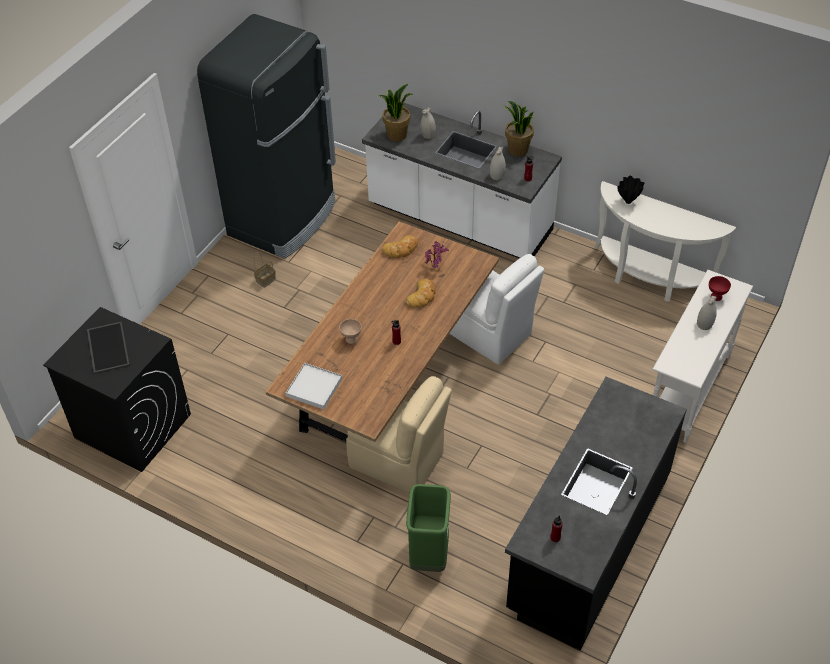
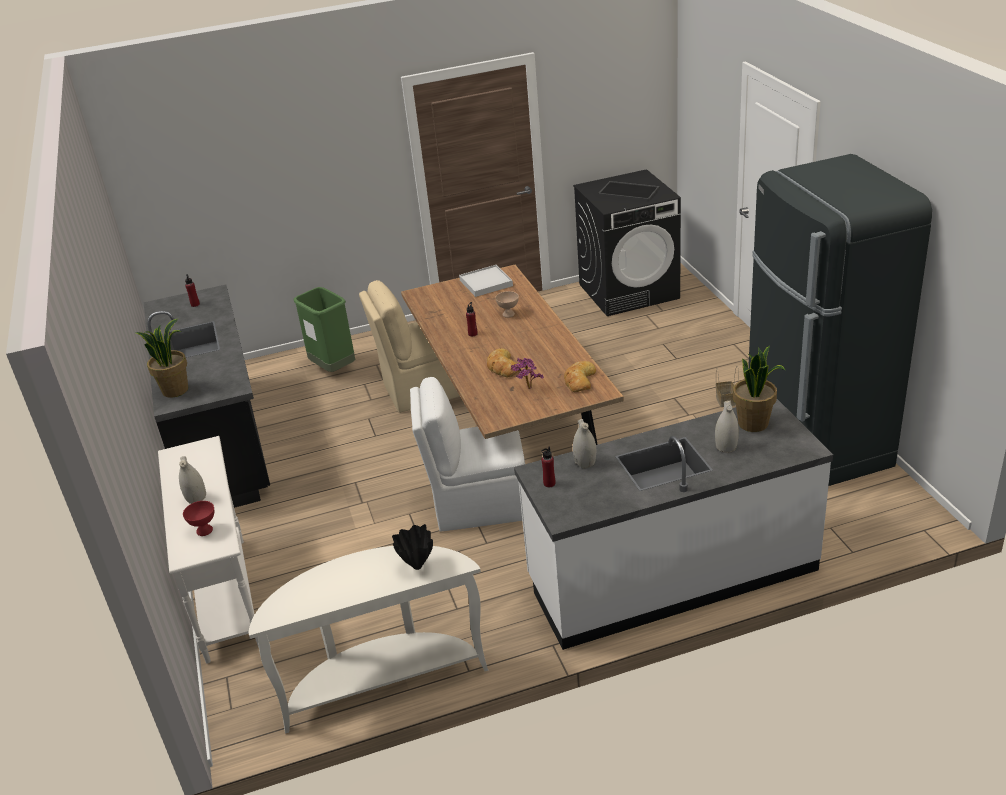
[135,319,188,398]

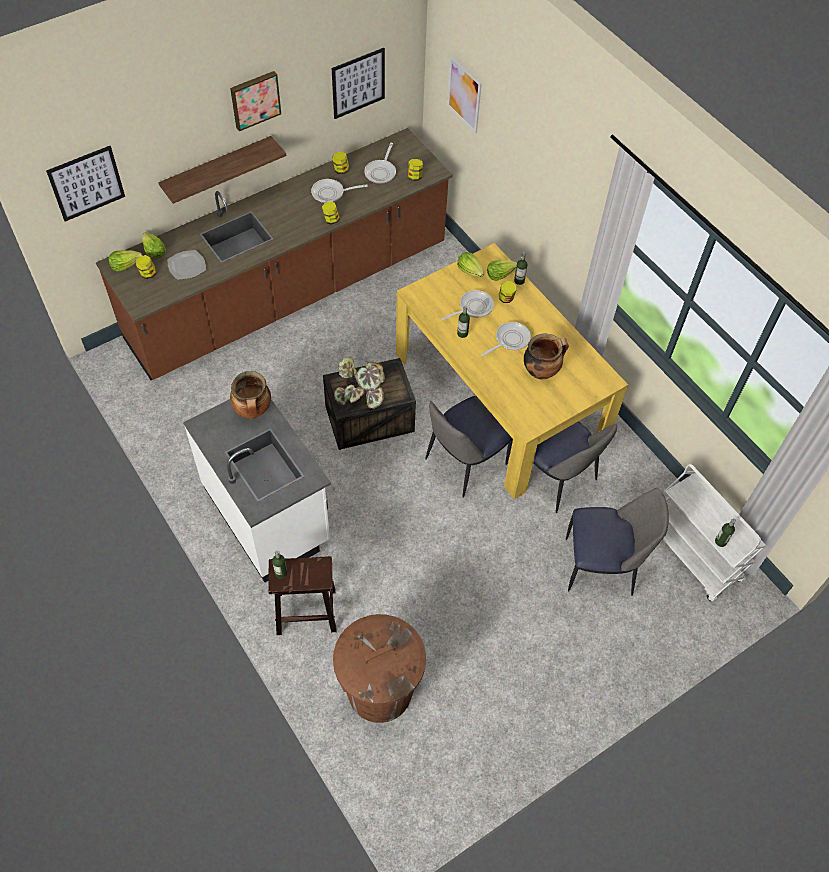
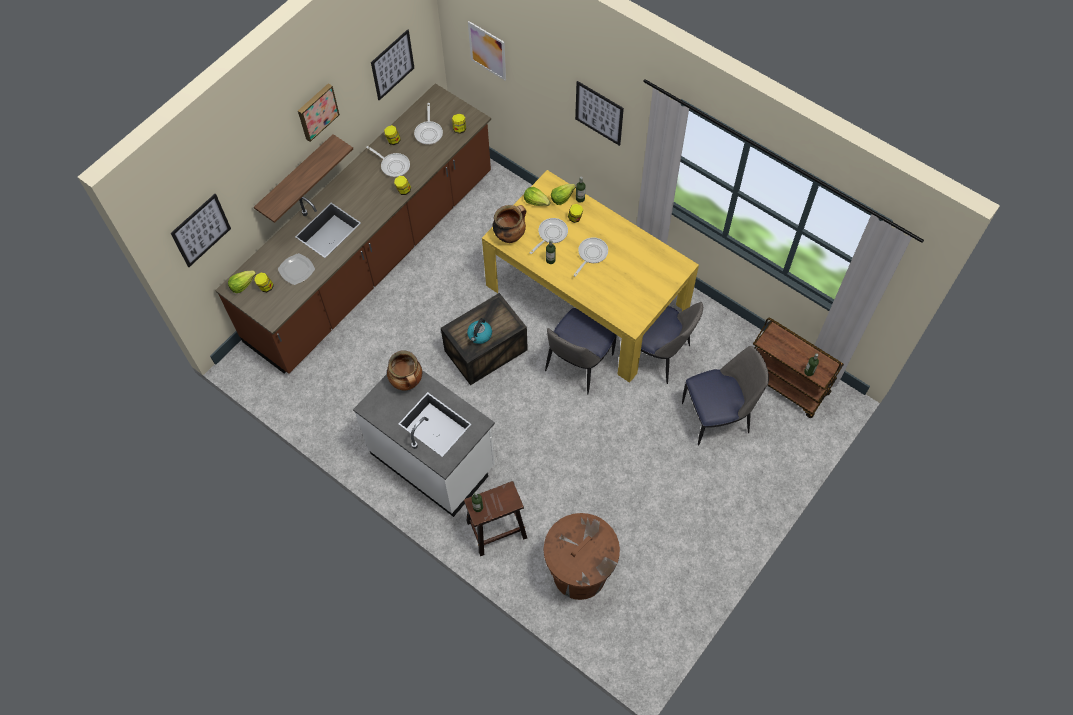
[366,146,410,177]
[142,232,166,258] (first image)
[493,205,526,243]
[467,318,492,344]
[753,318,844,418]
[575,81,624,146]

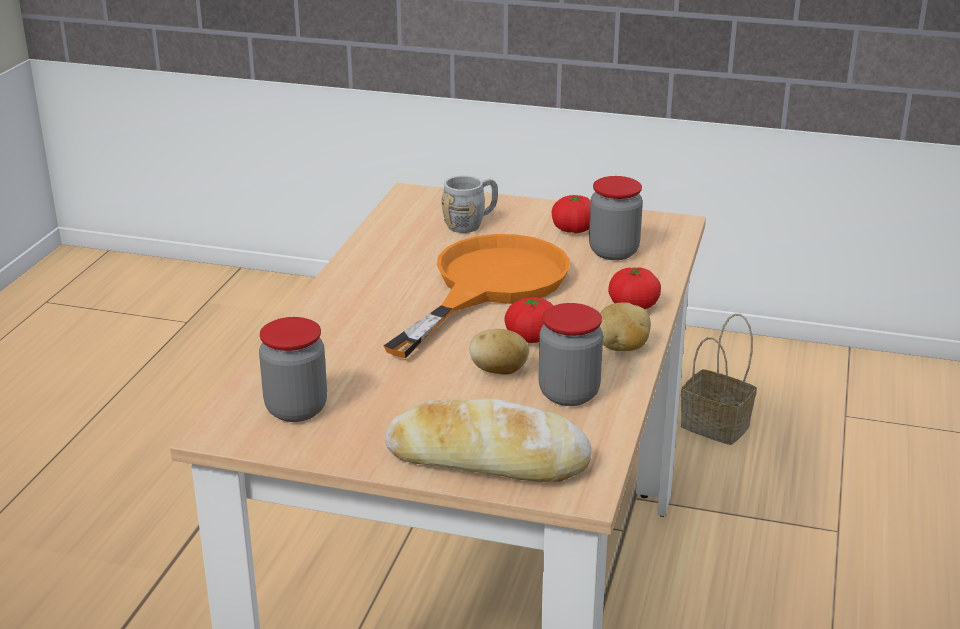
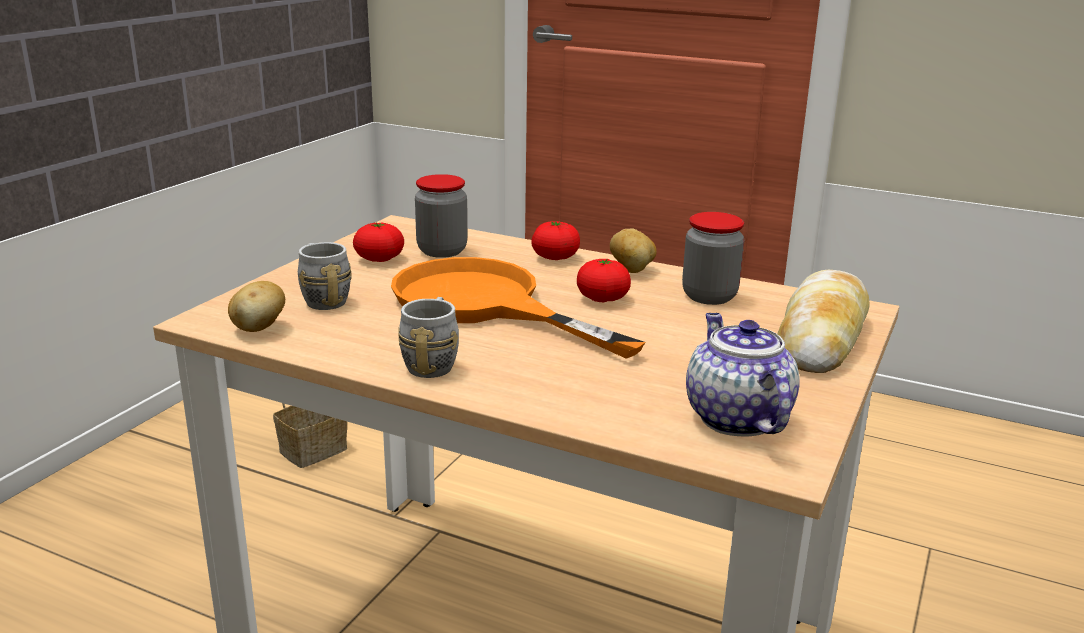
[686,313,800,436]
[228,281,285,332]
[398,297,459,378]

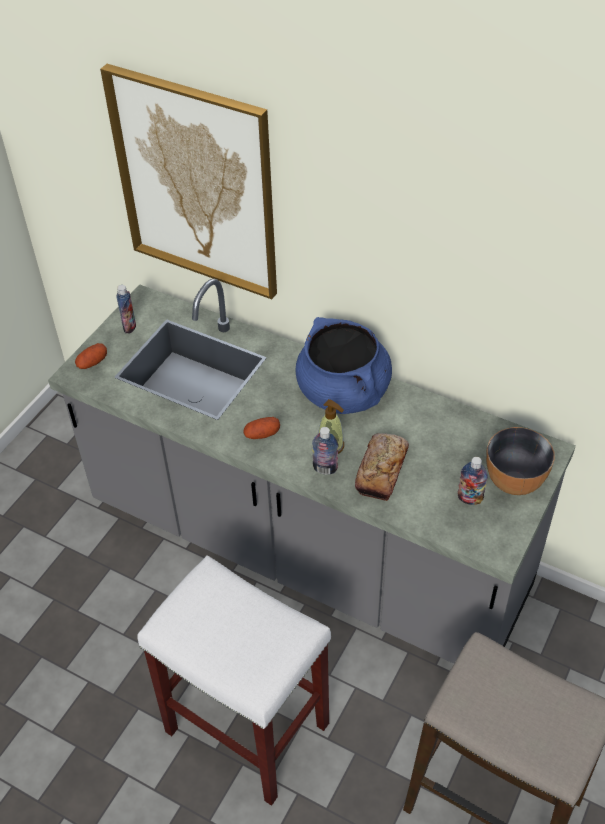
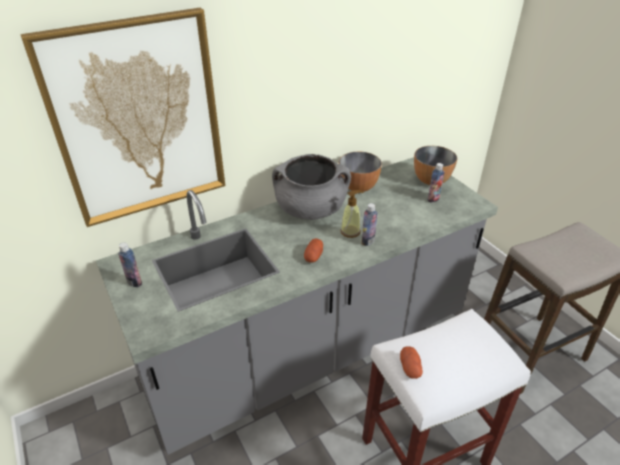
[272,154,351,220]
[400,346,423,379]
[355,433,409,501] (first image)
[339,152,382,192]

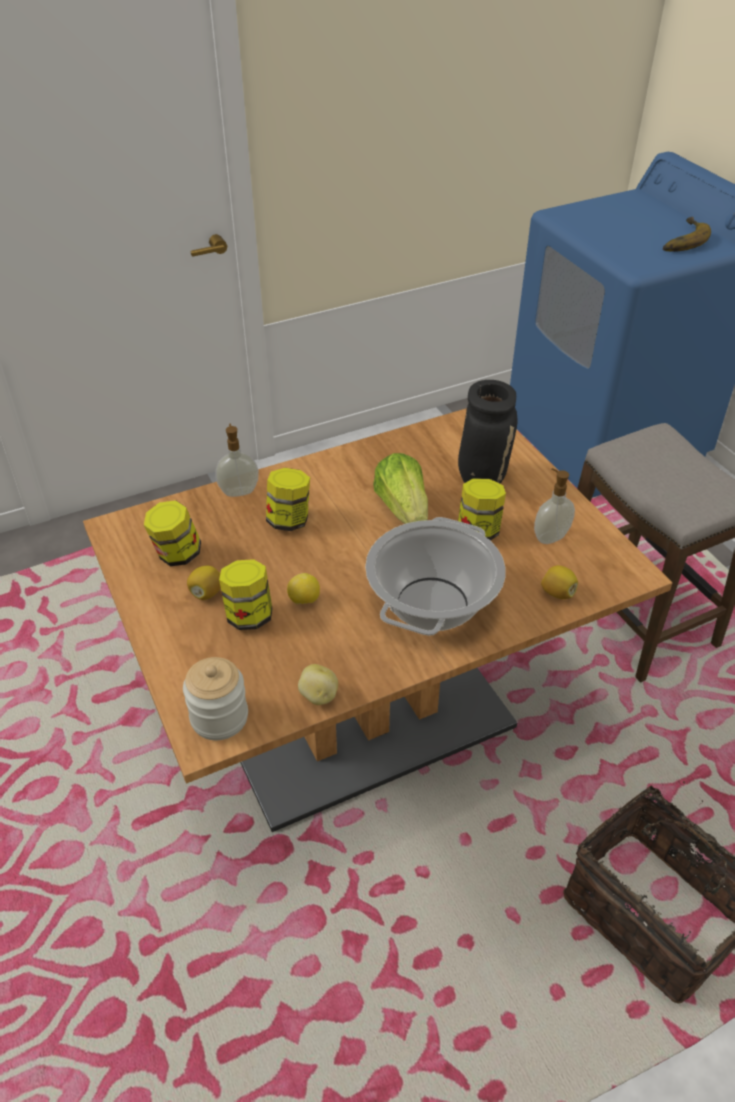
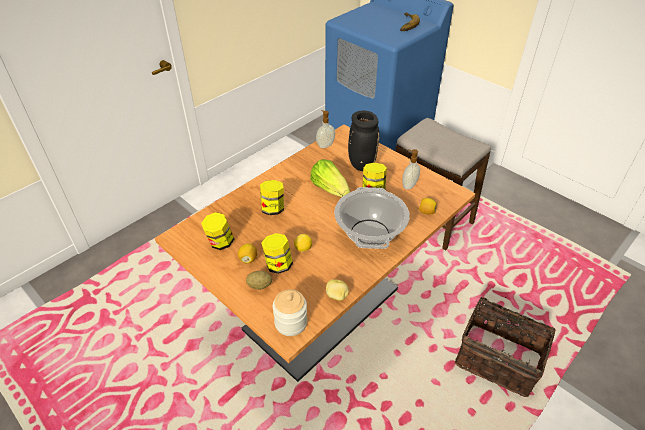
[316,110,335,148]
[246,271,272,290]

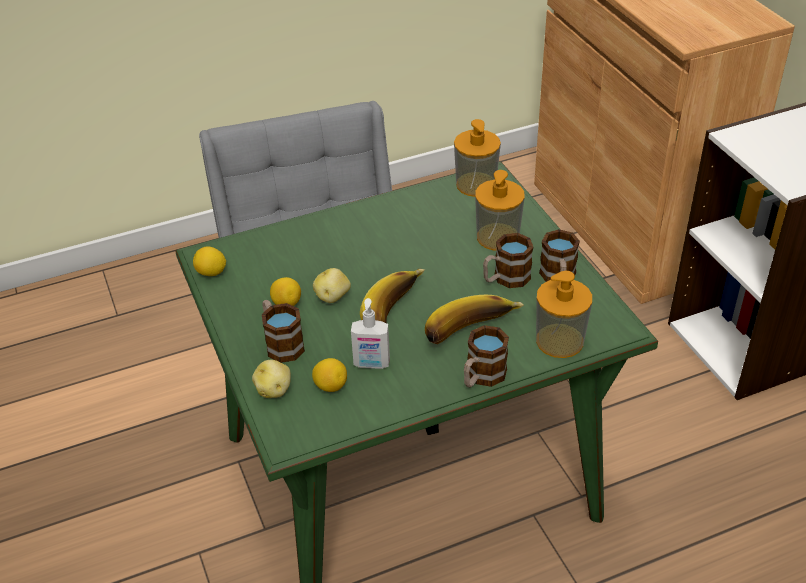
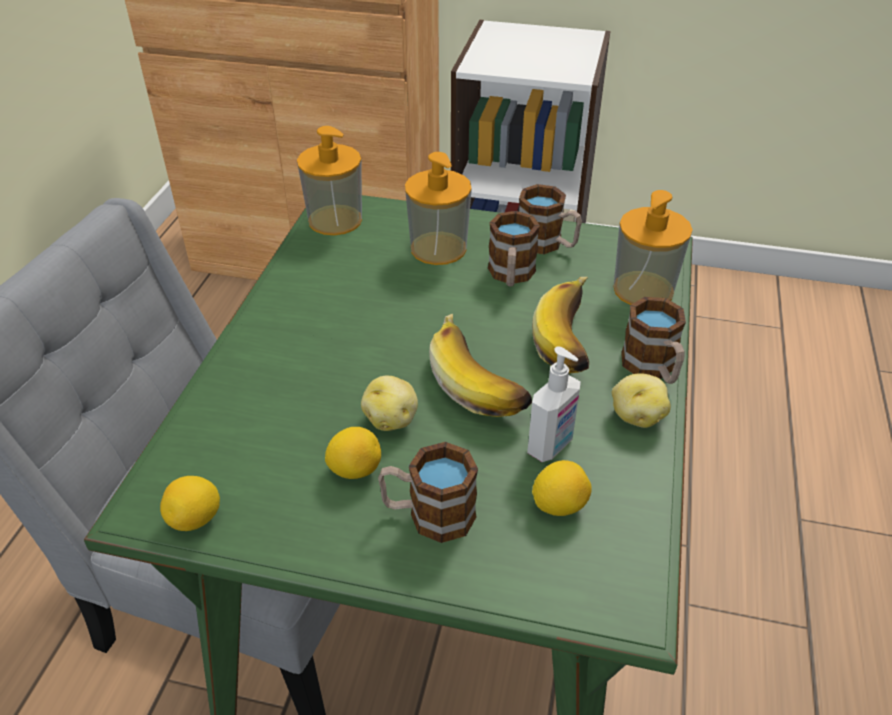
[612,373,671,428]

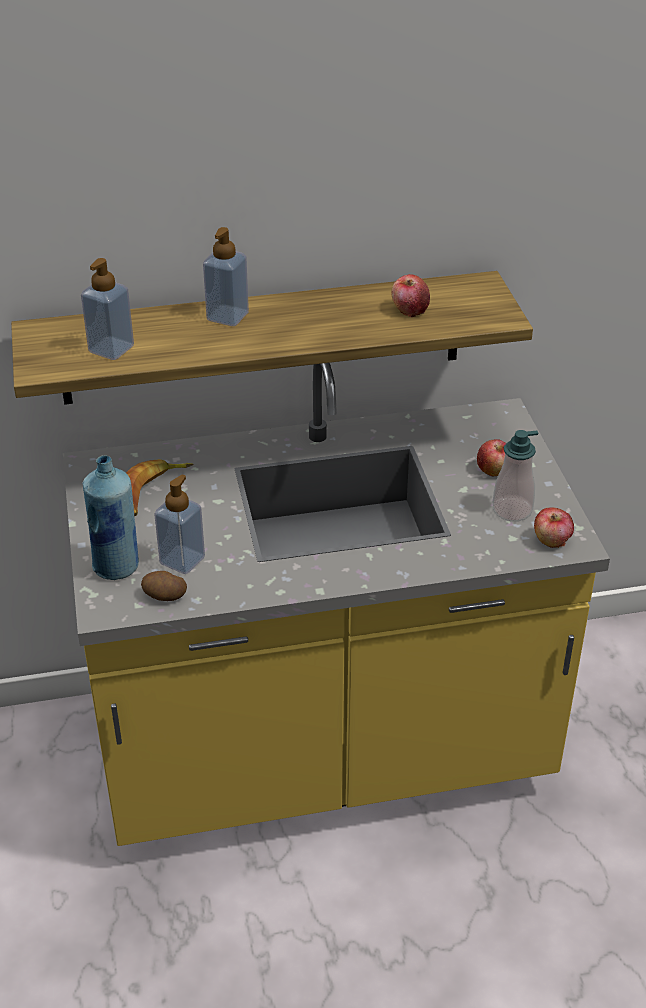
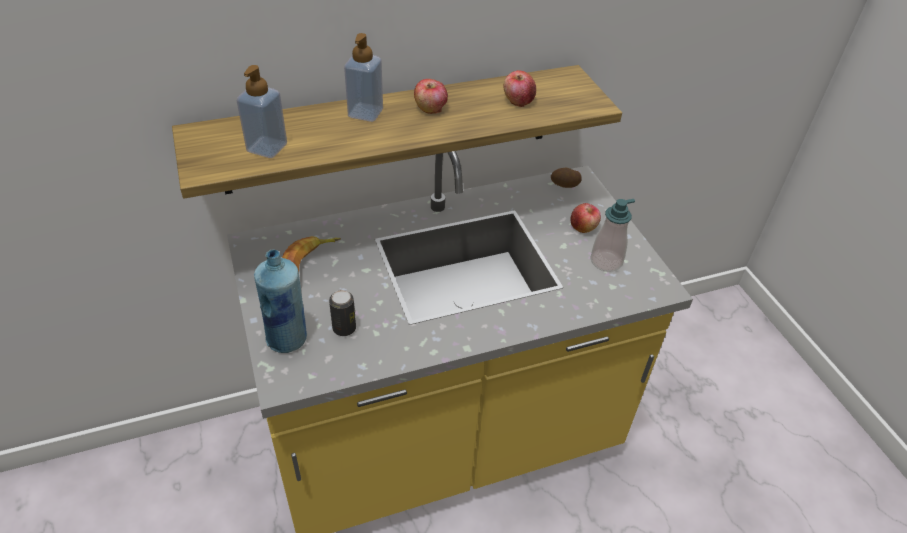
[329,290,356,336]
[414,79,448,114]
[551,168,582,188]

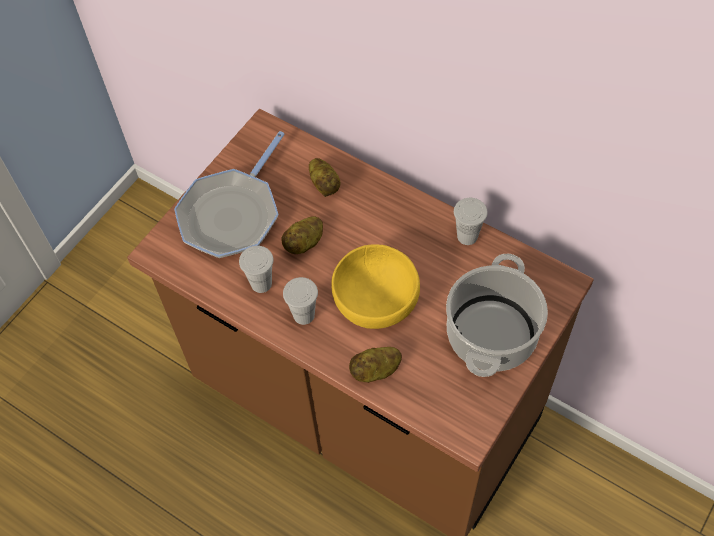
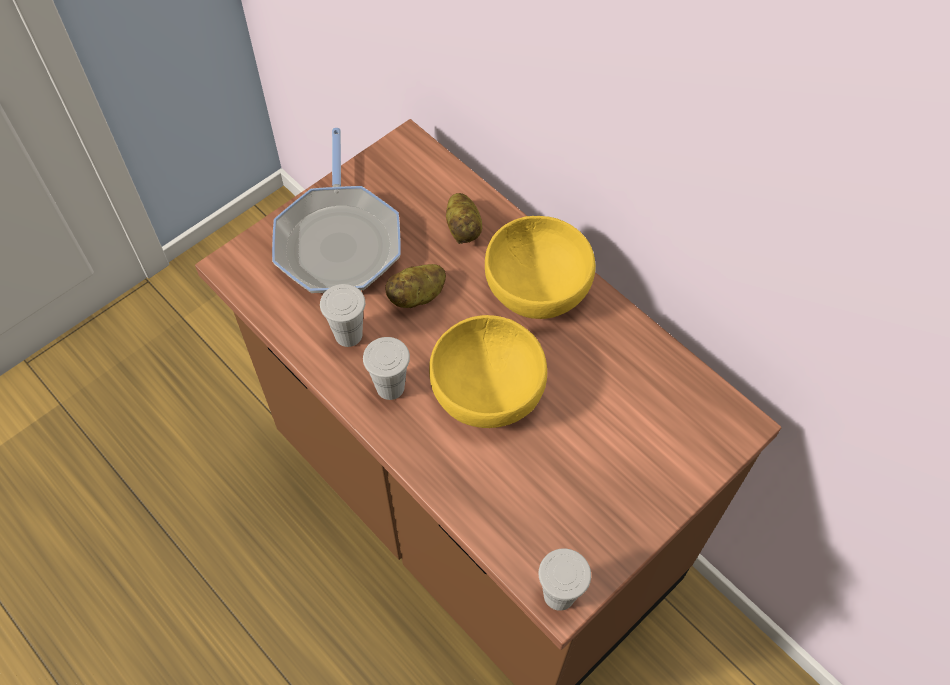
[272,128,401,293]
[539,548,591,611]
[446,253,548,377] (first image)
[349,347,402,383] (first image)
[485,216,596,319]

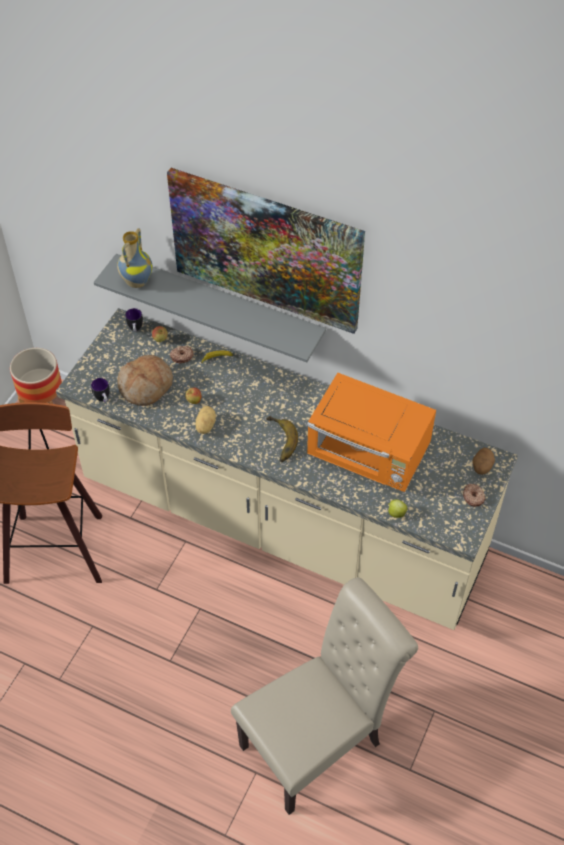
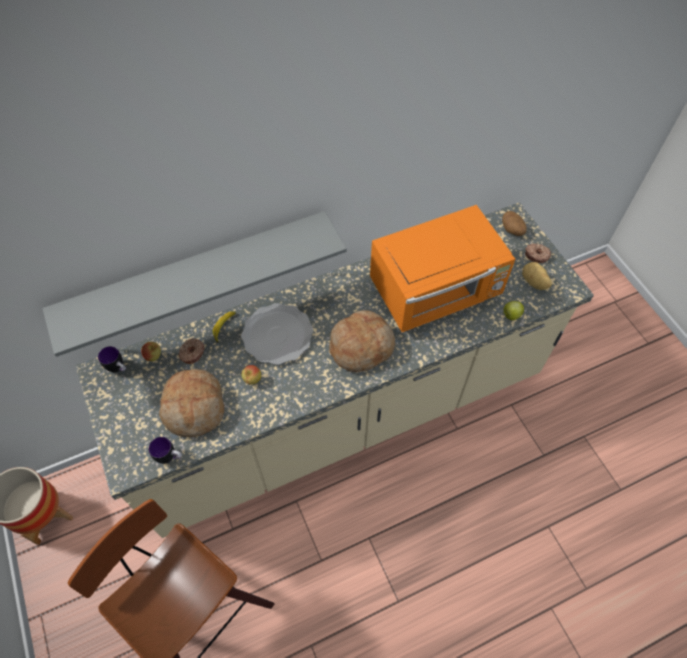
[167,168,365,334] (first image)
[117,229,152,288] (first image)
[522,262,552,290]
[329,310,395,372]
[231,577,418,815] (first image)
[241,303,313,365]

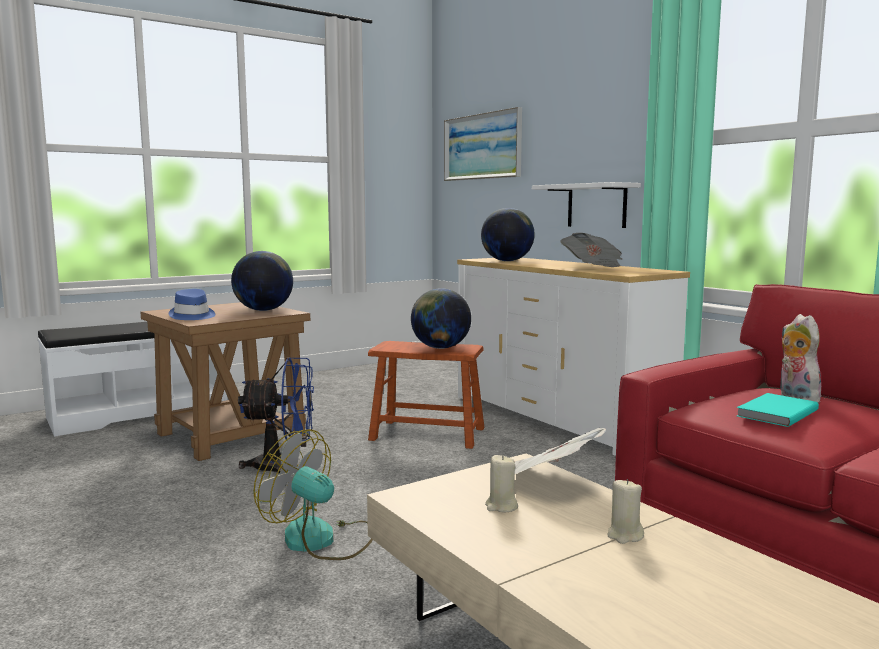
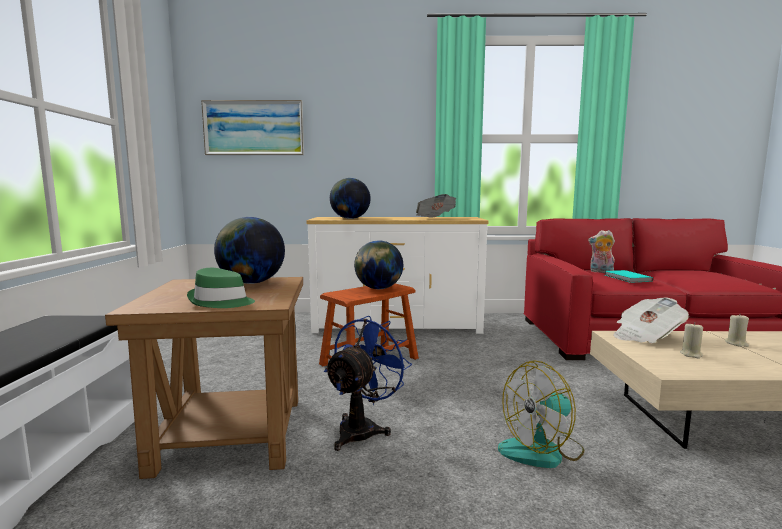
[532,182,641,228] (first image)
[187,268,255,308]

